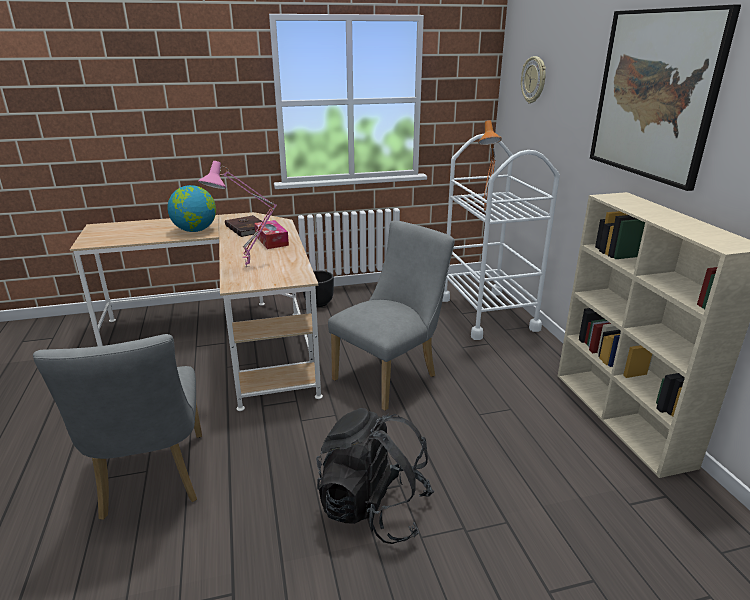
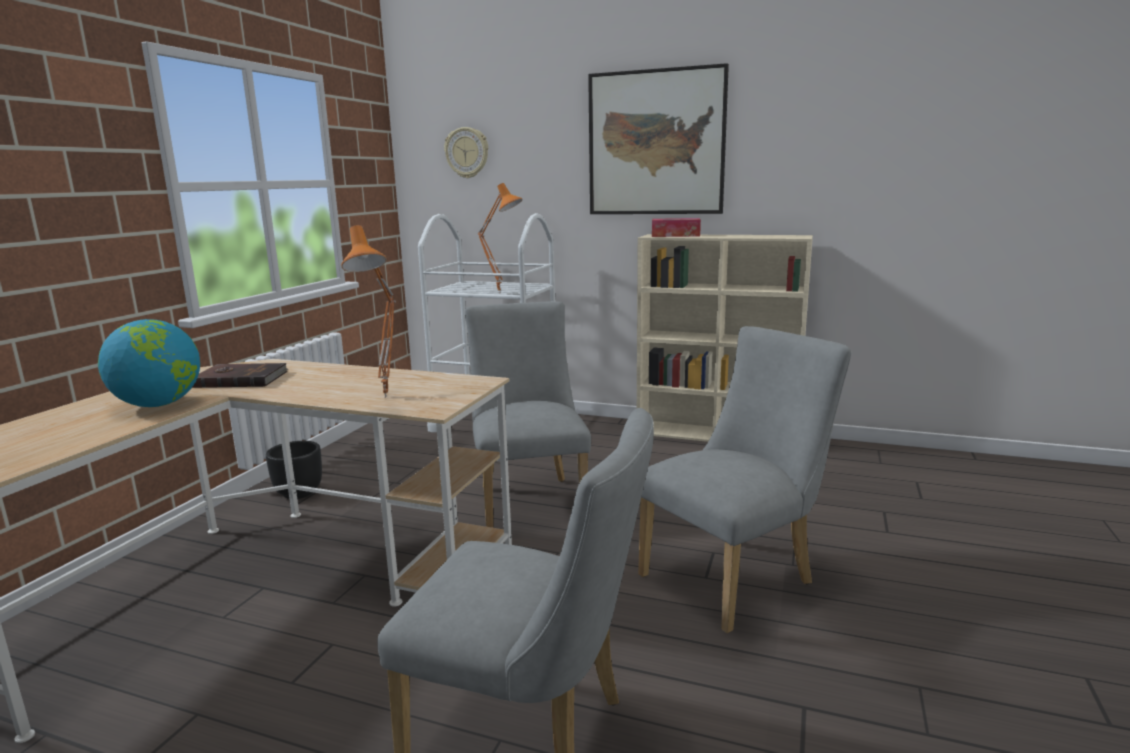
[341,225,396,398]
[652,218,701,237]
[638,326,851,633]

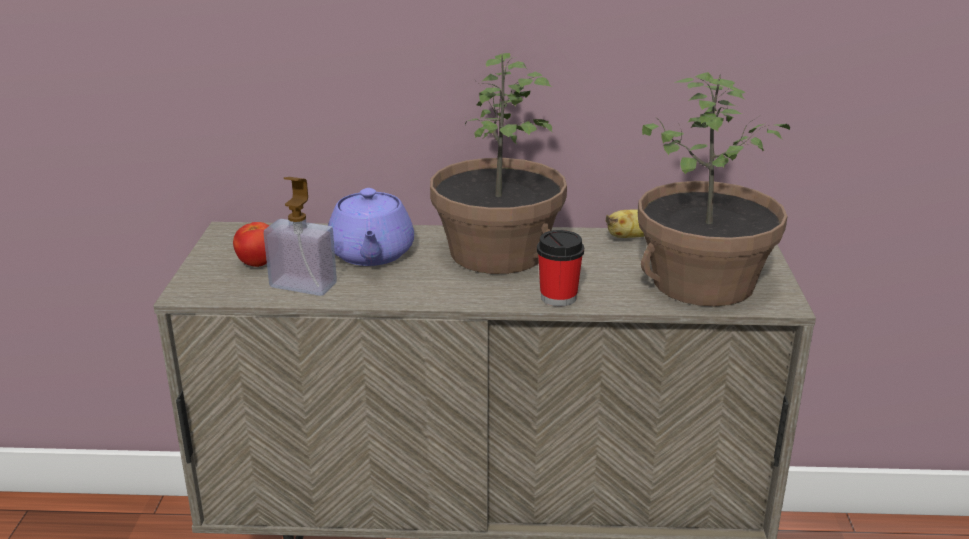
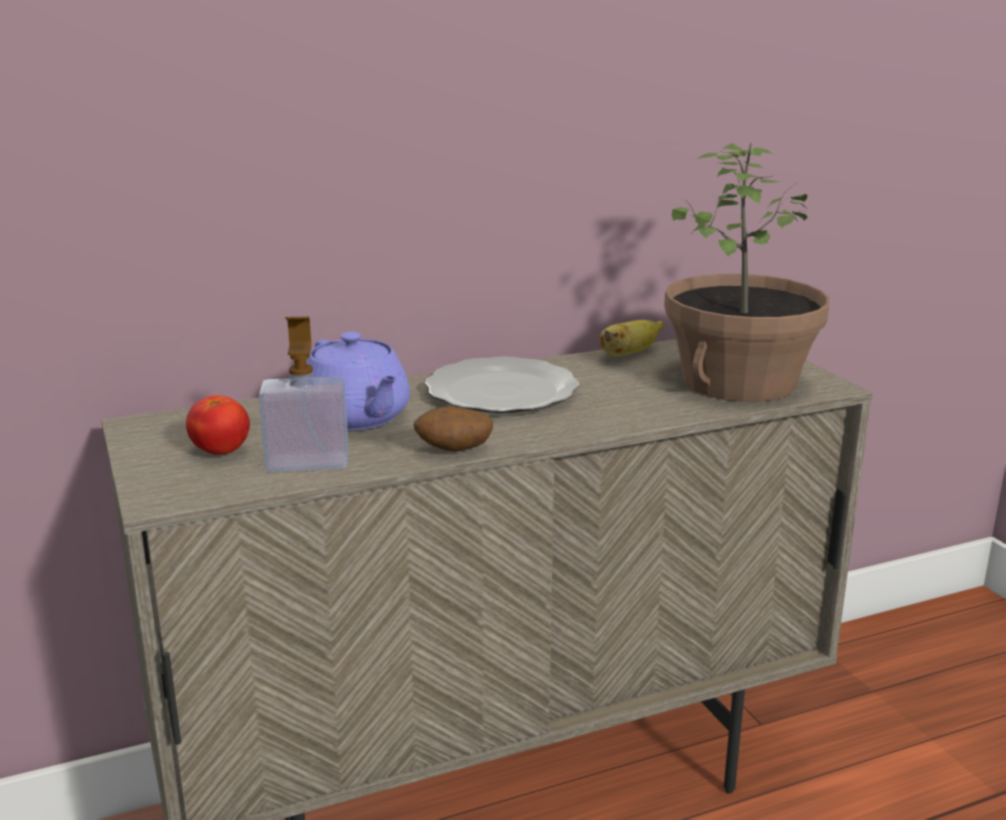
[425,357,579,413]
[537,230,584,306] (first image)
[414,407,493,452]

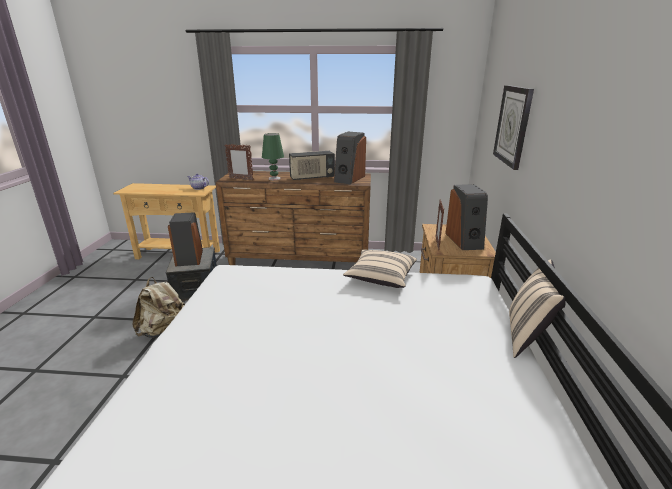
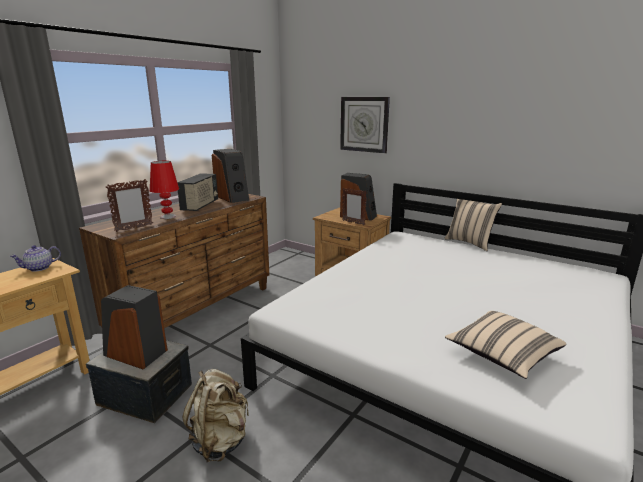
[150,161,179,219]
[445,311,566,379]

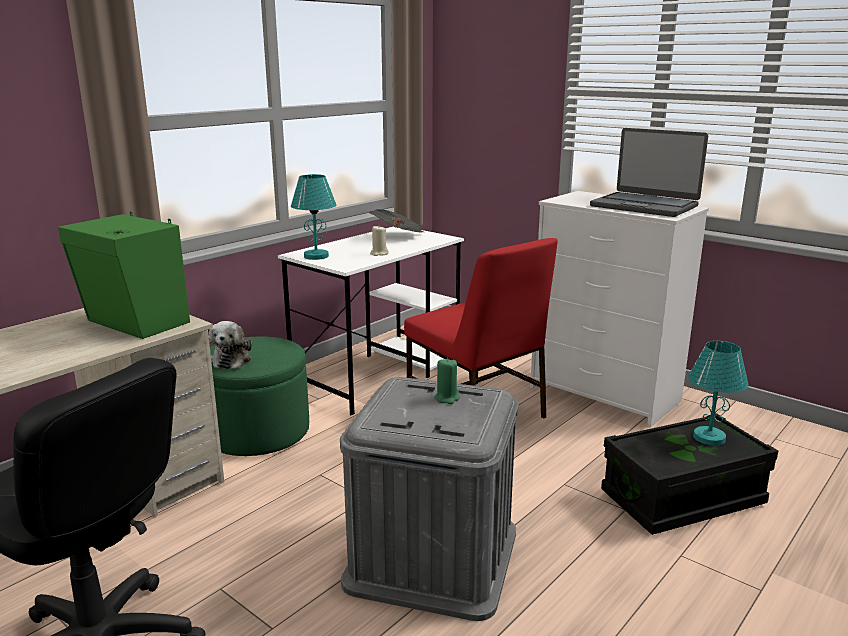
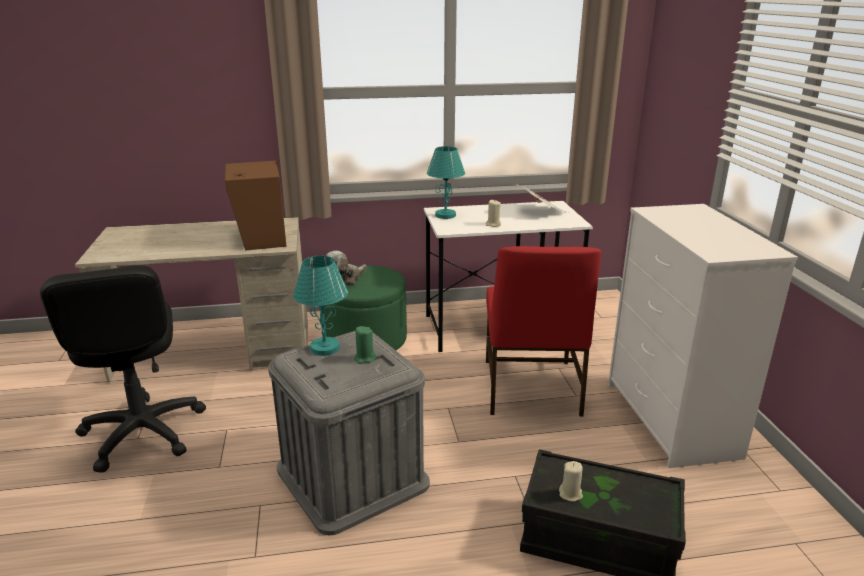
[590,128,708,217] (first image)
[225,160,287,250]
[293,256,348,356]
[559,461,583,501]

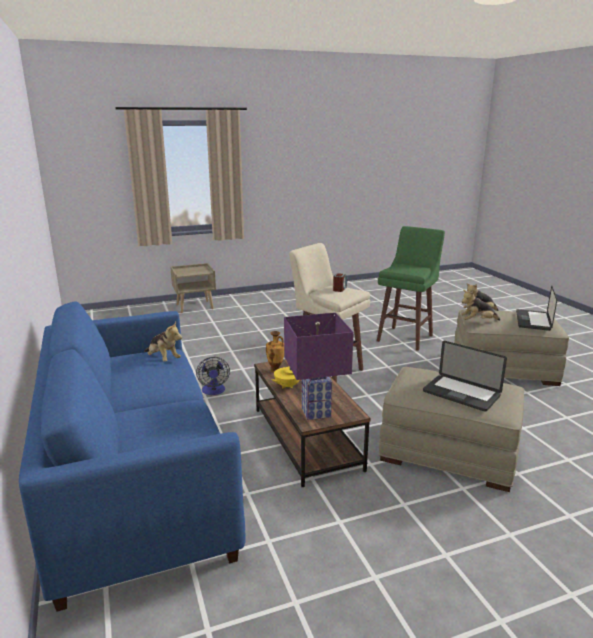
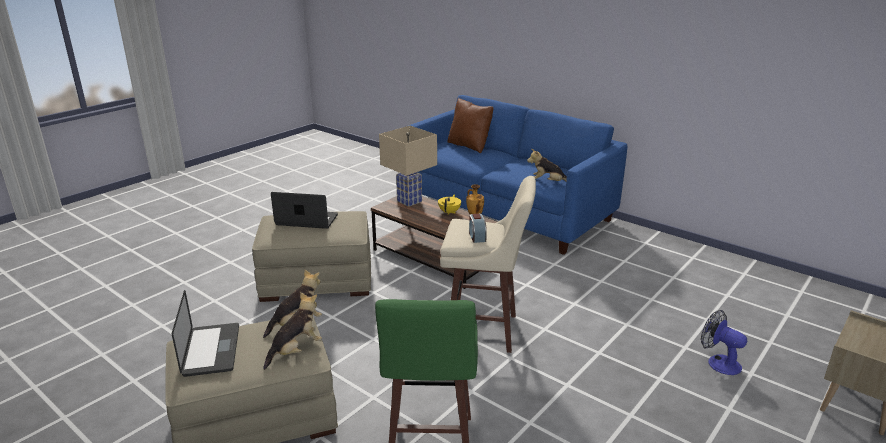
[379,126,437,207]
[701,310,747,375]
[447,98,493,154]

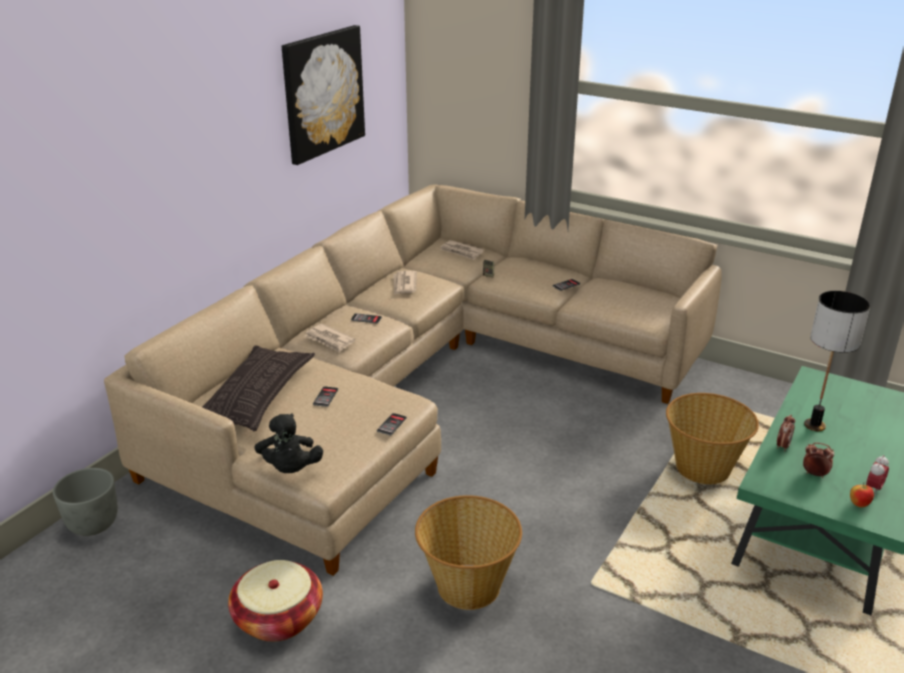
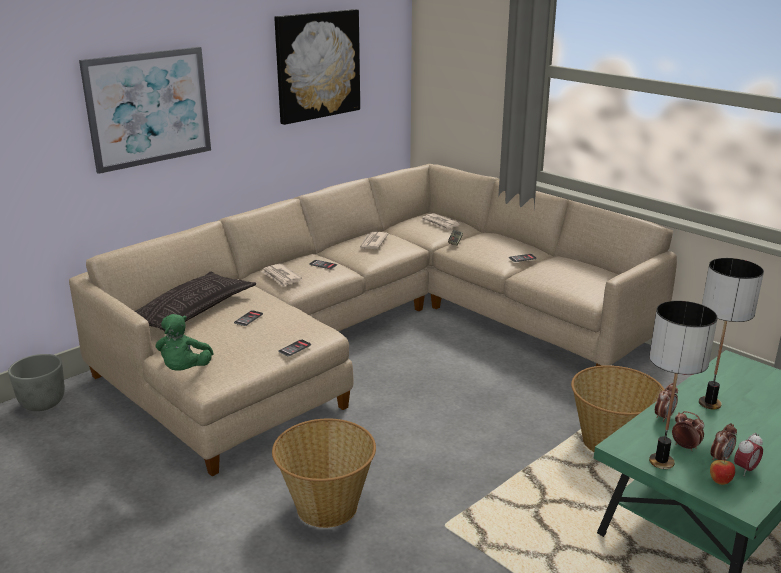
[156,314,214,371]
[228,560,323,642] (first image)
[79,47,211,174]
[649,301,718,469]
[711,423,737,461]

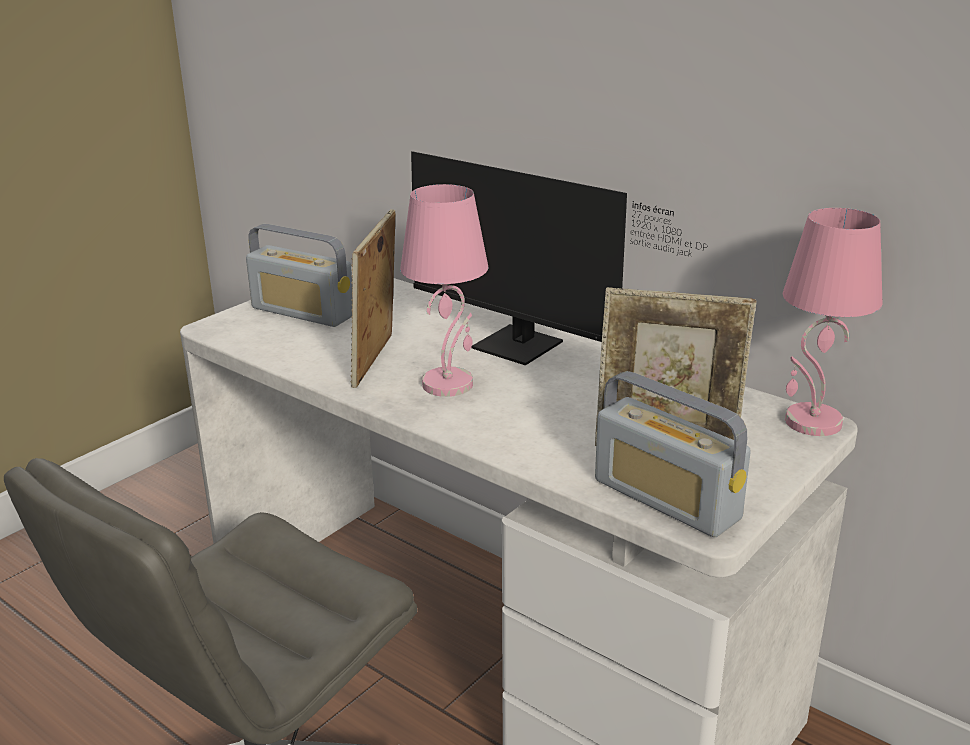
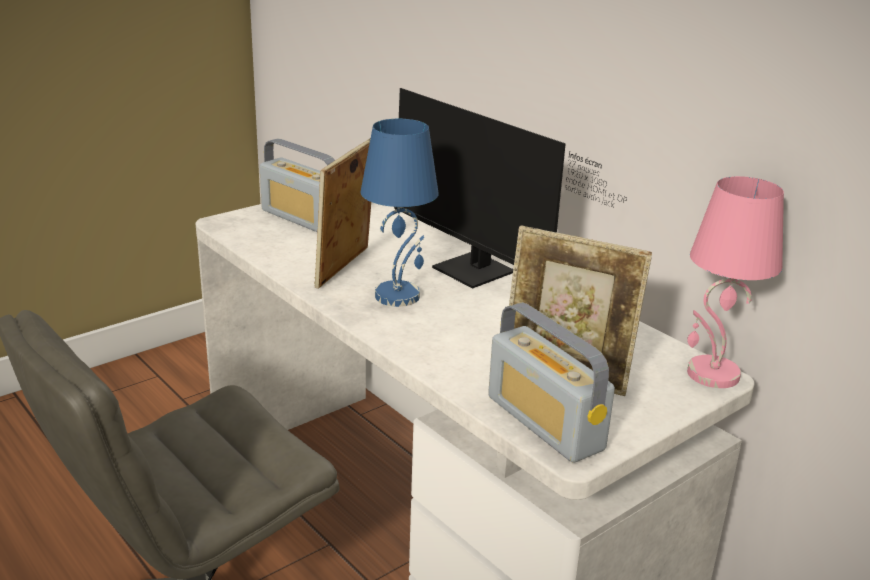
[360,118,439,307]

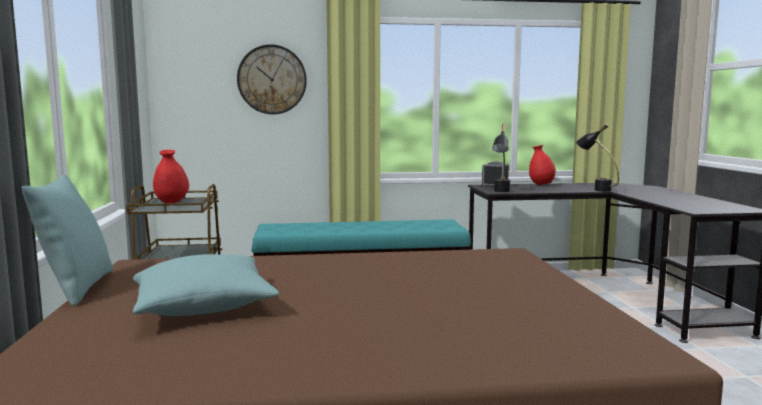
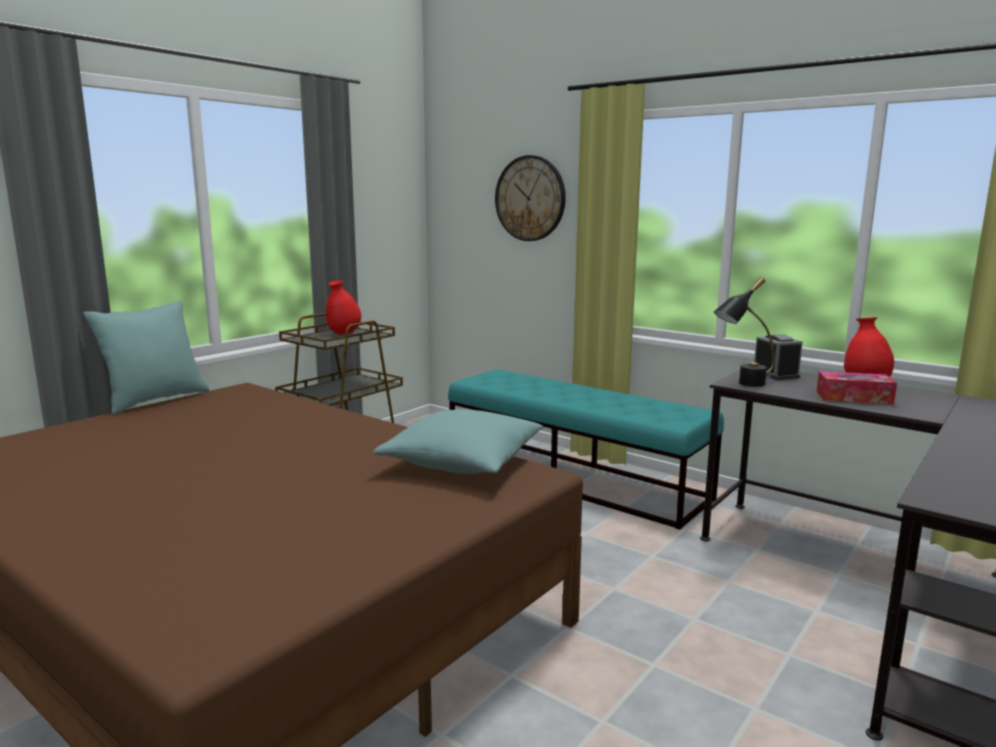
[576,124,619,191] (first image)
[373,409,544,474]
[816,371,897,405]

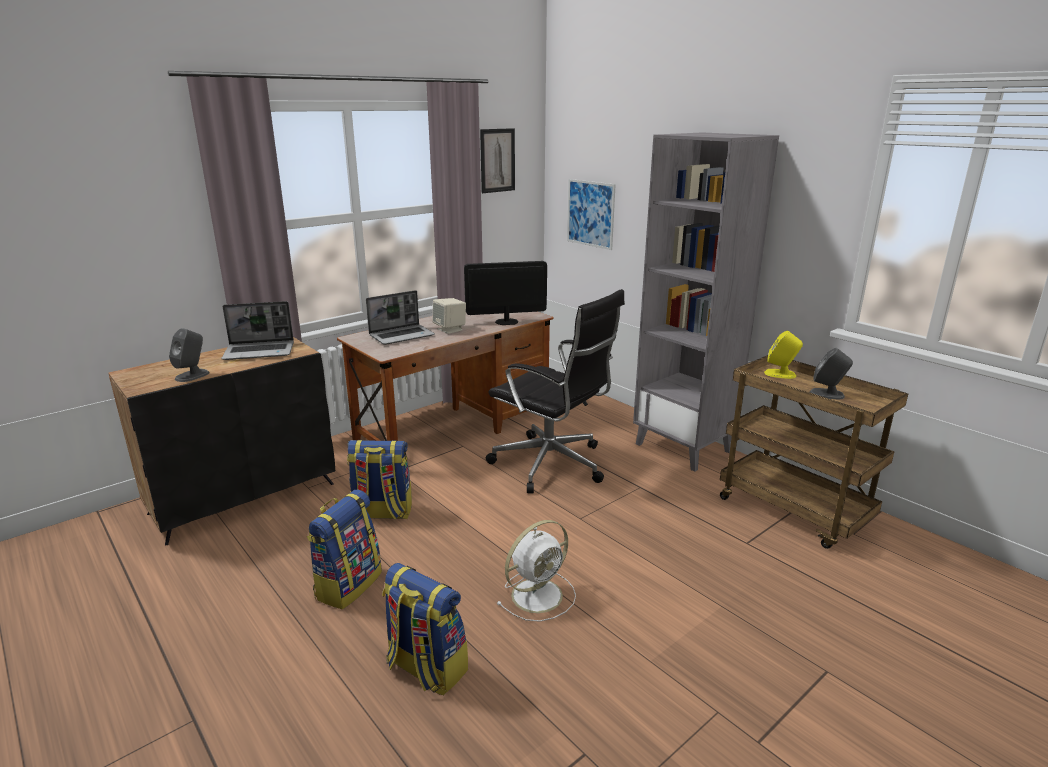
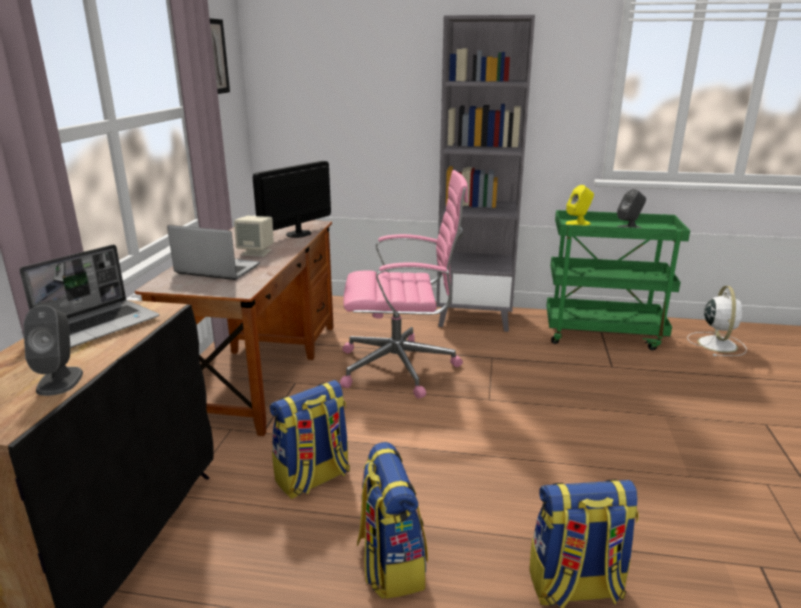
[567,179,616,250] (first image)
[340,170,468,399]
[167,225,260,280]
[546,210,690,350]
[687,286,747,356]

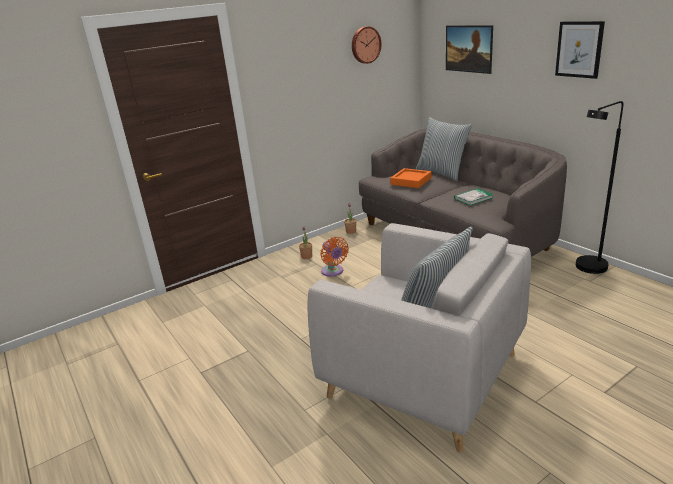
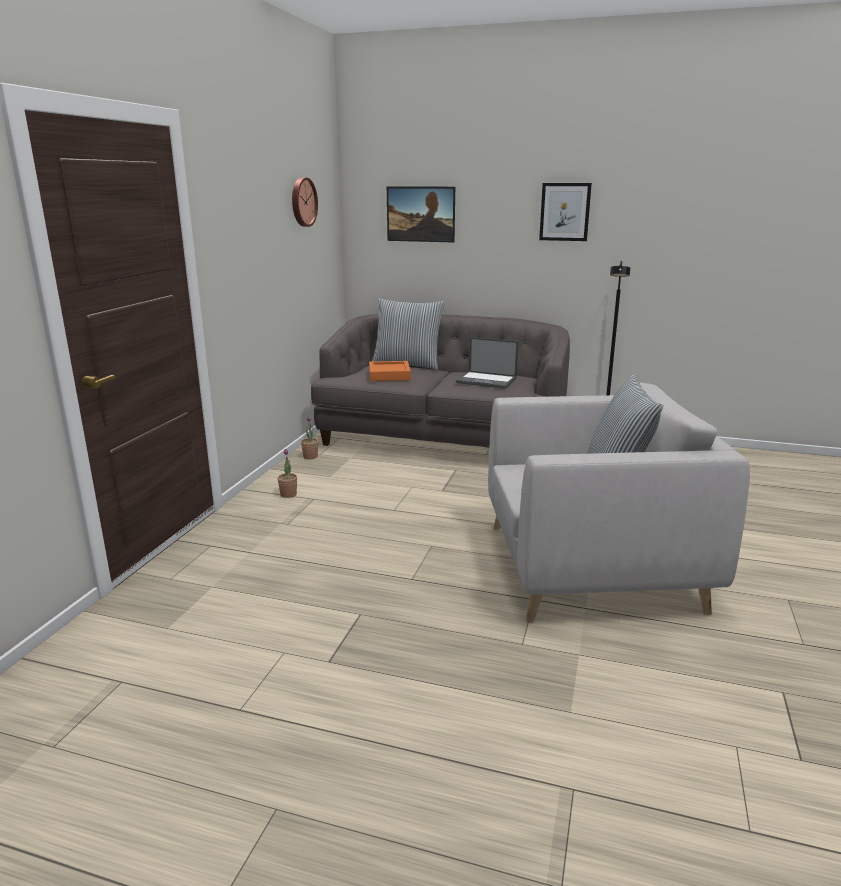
[456,337,519,389]
[320,237,349,277] (first image)

